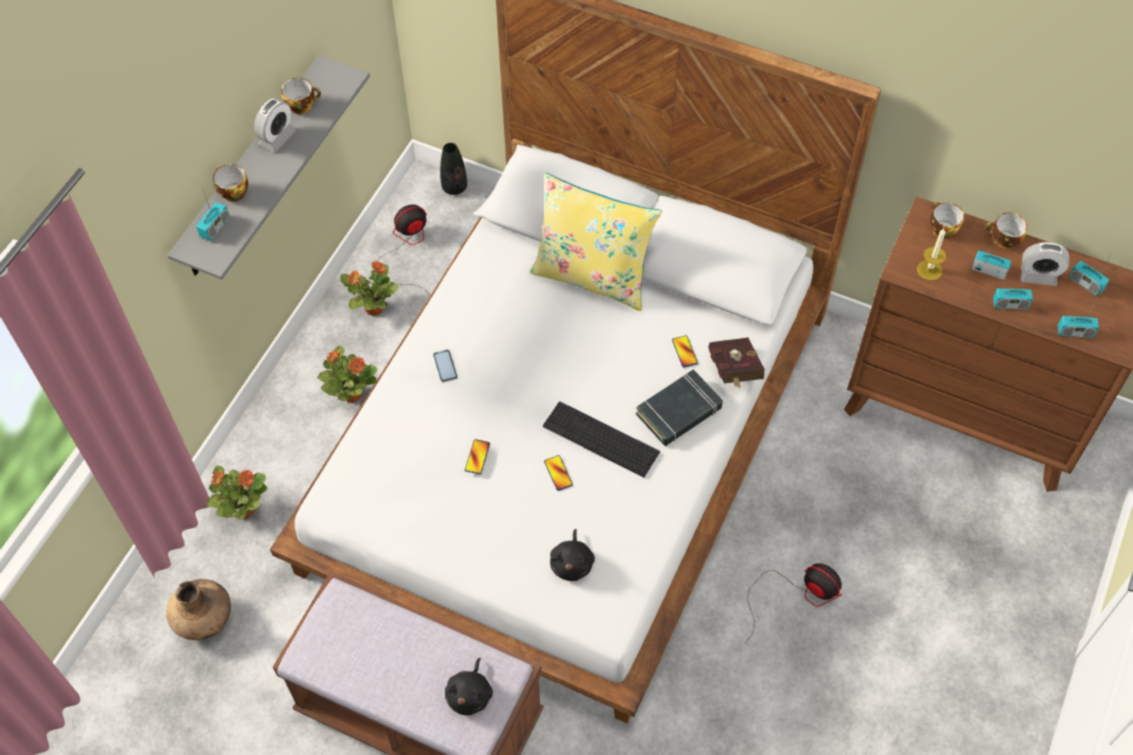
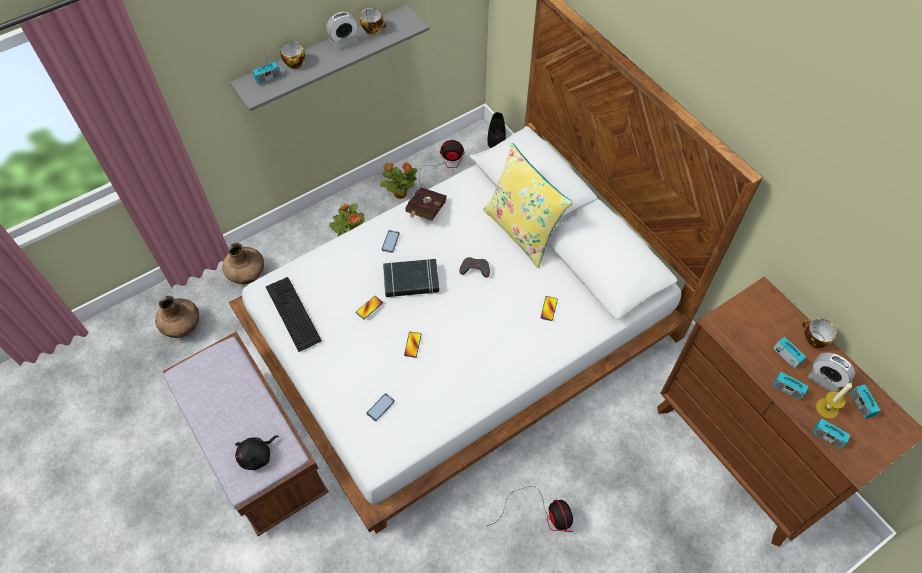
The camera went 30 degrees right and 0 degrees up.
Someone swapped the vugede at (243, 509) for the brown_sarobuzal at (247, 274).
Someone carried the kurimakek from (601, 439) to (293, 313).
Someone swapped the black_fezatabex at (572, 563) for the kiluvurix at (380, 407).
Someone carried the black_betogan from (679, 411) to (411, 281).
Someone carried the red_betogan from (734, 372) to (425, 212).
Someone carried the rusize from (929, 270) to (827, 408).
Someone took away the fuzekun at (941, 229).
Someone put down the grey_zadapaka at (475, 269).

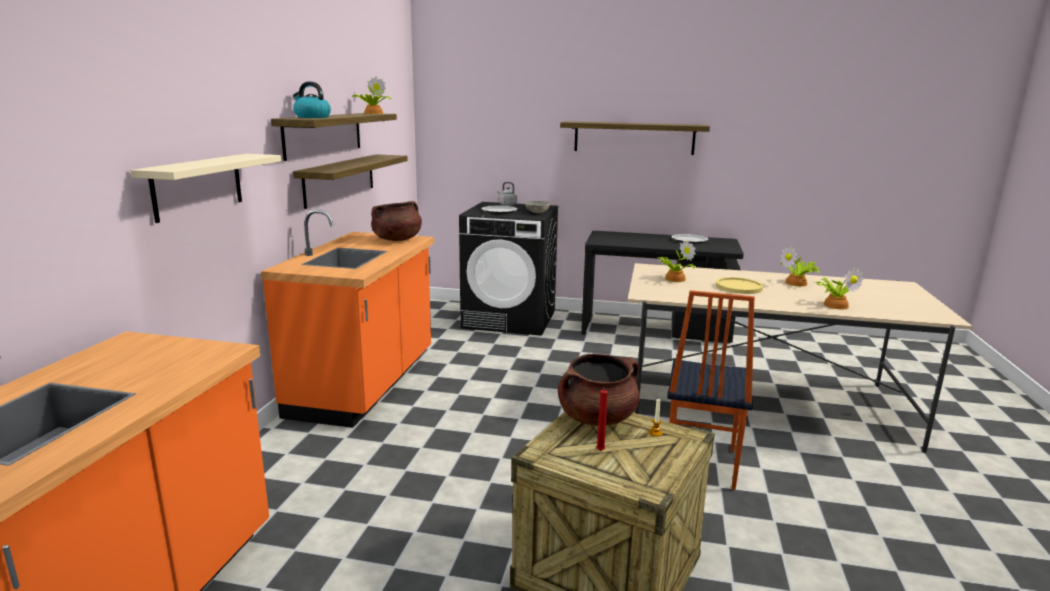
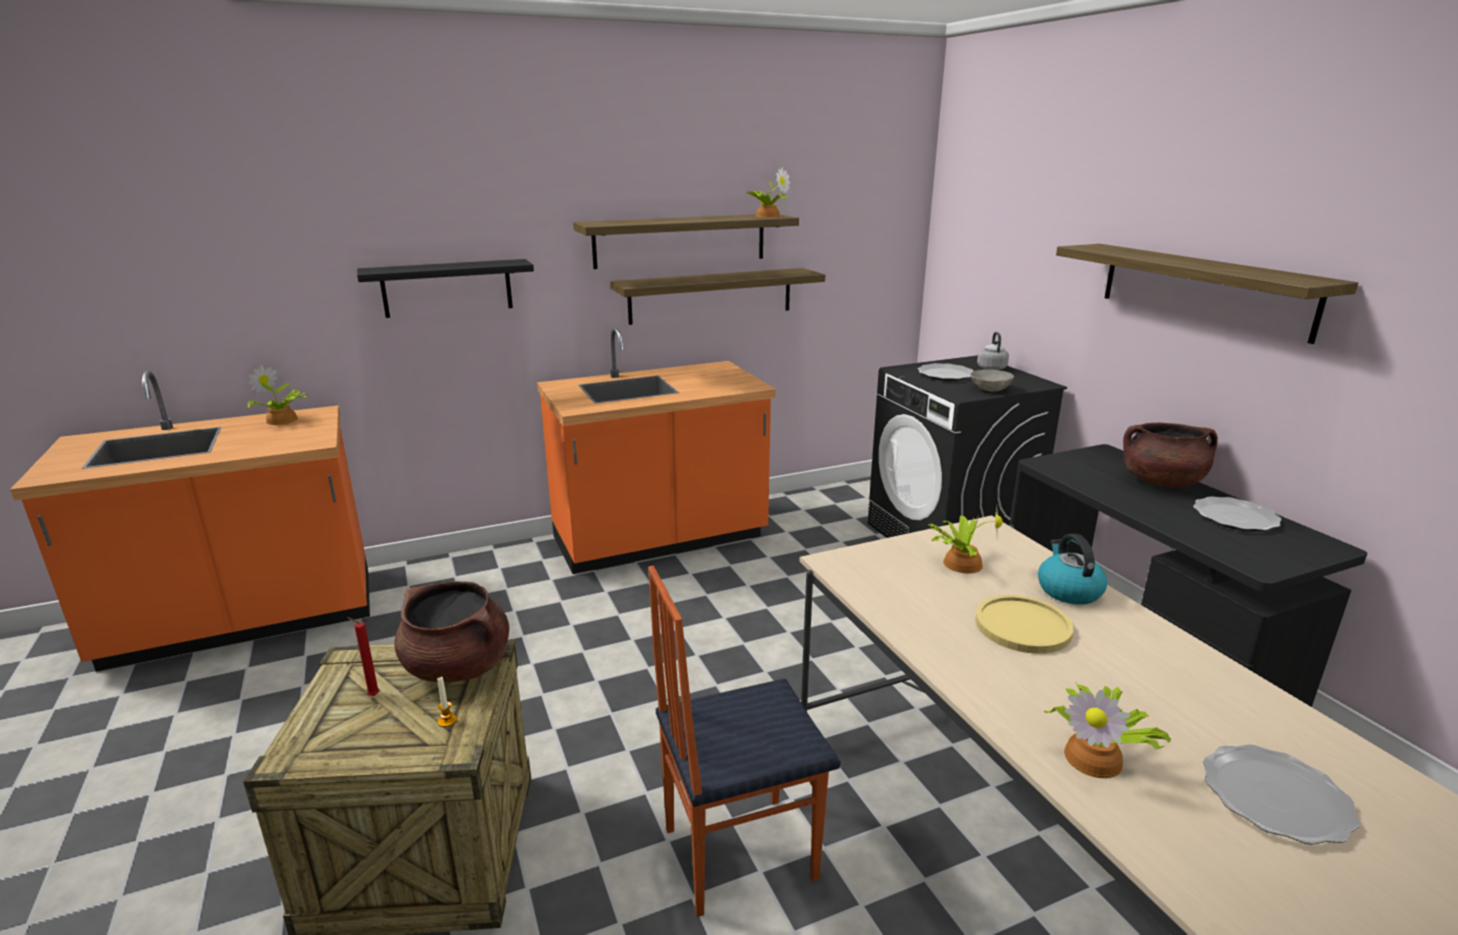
The camera went 55 degrees right and 5 degrees up.
Someone repainted the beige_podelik at (198, 186), which became the black_podelik at (447, 288).
Someone carried the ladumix from (312, 117) to (1068, 590).
Someone carried the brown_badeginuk from (397, 239) to (1161, 482).
Someone carried the vugede from (797, 283) to (281, 421).
Someone put down the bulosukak at (1274, 797).

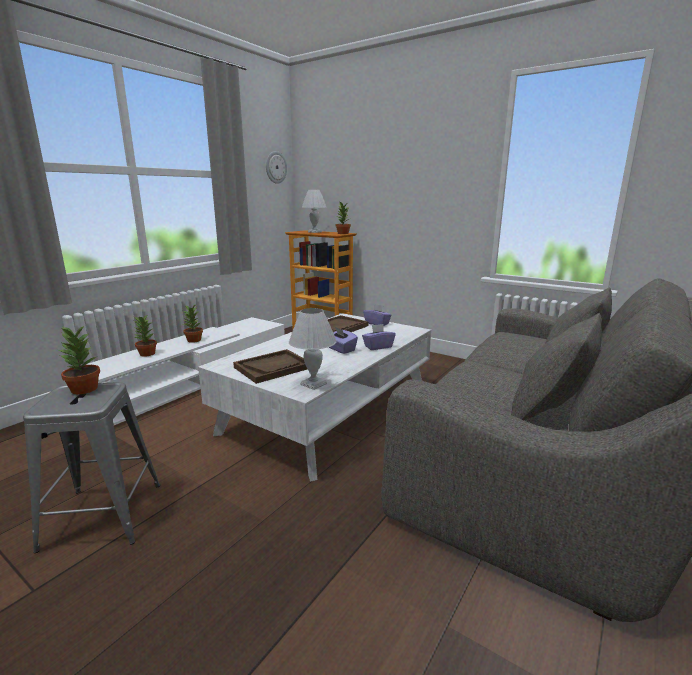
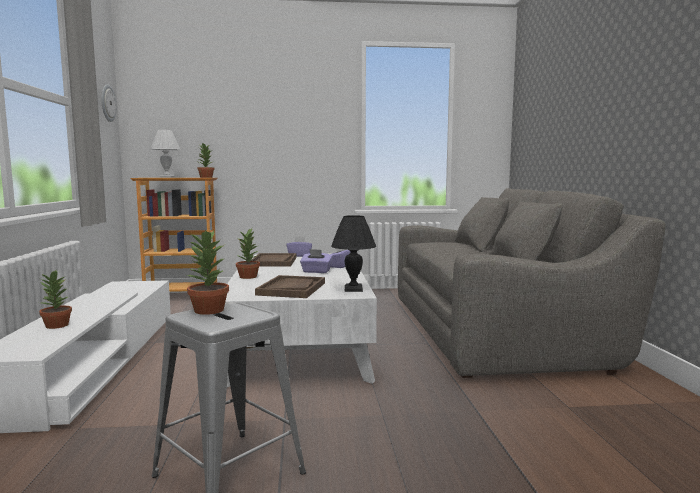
The camera went 40 degrees left and 10 degrees down.
Someone carried the vugede from (194, 340) to (248, 277).
Someone repainted the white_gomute at (314, 384), which became the black_gomute at (354, 289).

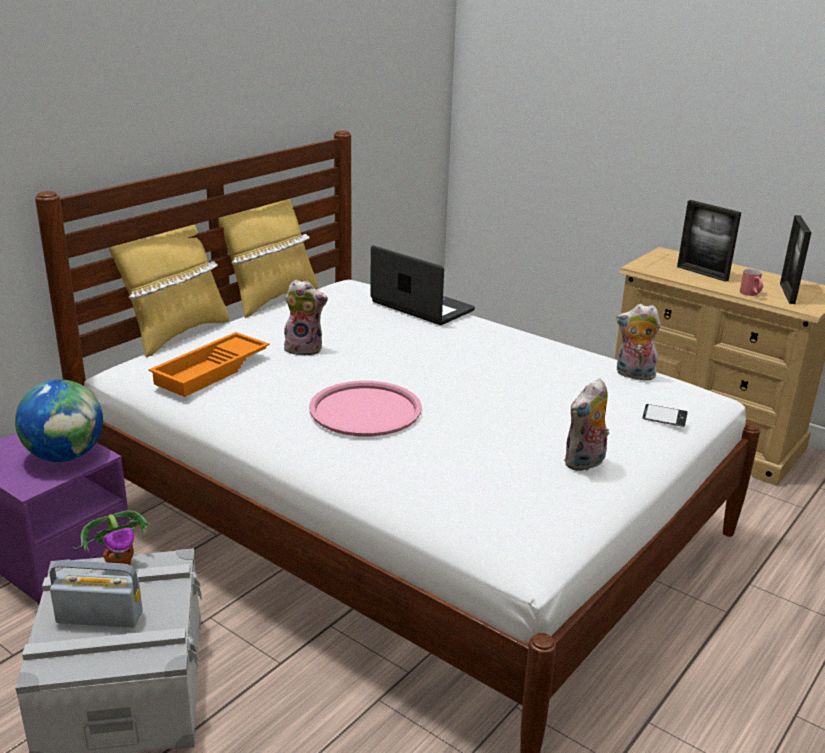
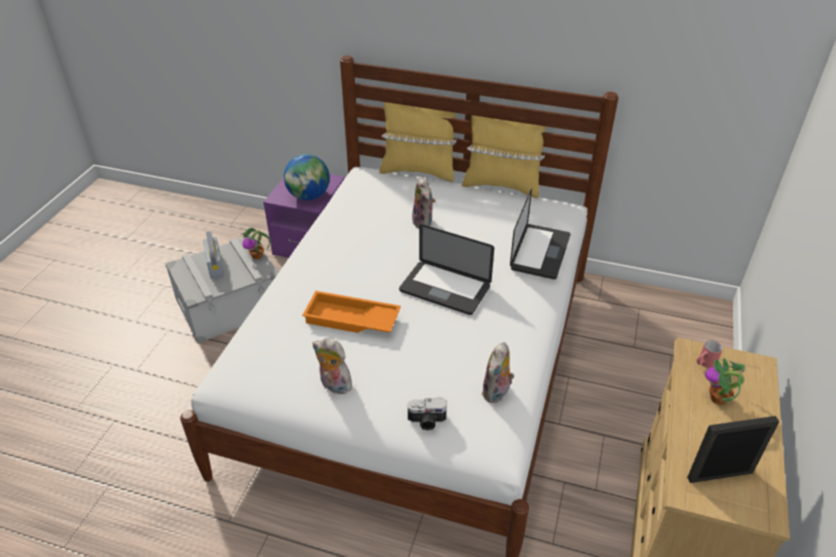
The camera went 70 degrees right and 15 degrees up.
Someone carried the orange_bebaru from (212, 371) to (351, 320).
Someone took away the pink_bebaru at (365, 410).
Someone rotated the fezatabex at (633, 375) by 150 degrees counterclockwise.
Someone swapped the kiluvurix at (664, 418) for the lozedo at (427, 421).
Someone swapped the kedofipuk at (702, 273) for the vugede at (718, 399).
Someone carried the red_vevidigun from (751, 294) to (704, 363).
Someone put down the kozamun at (444, 289).

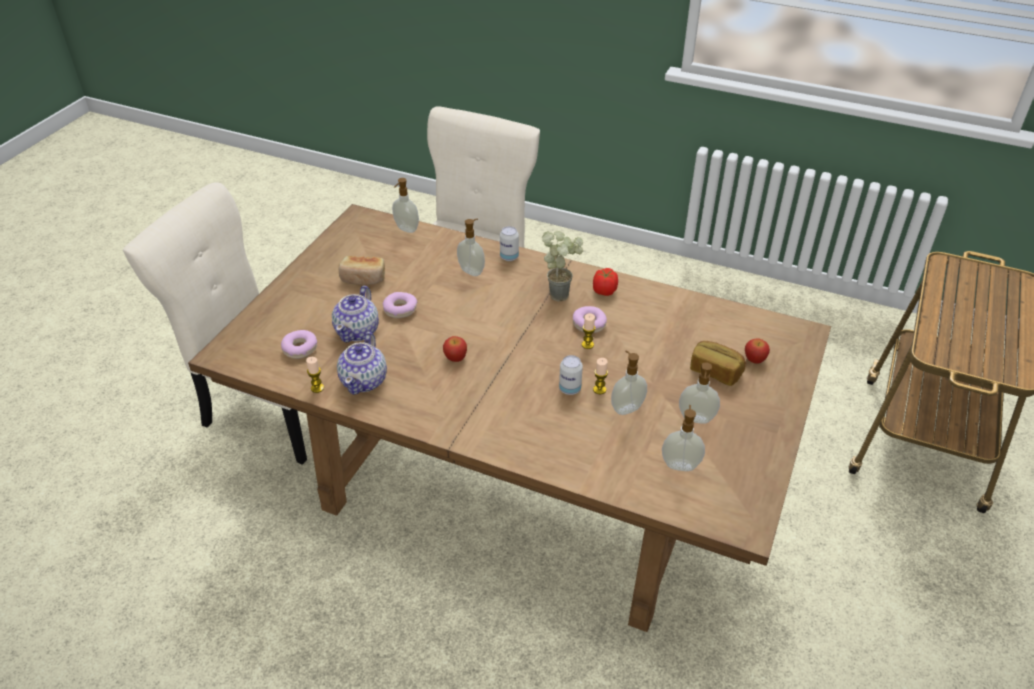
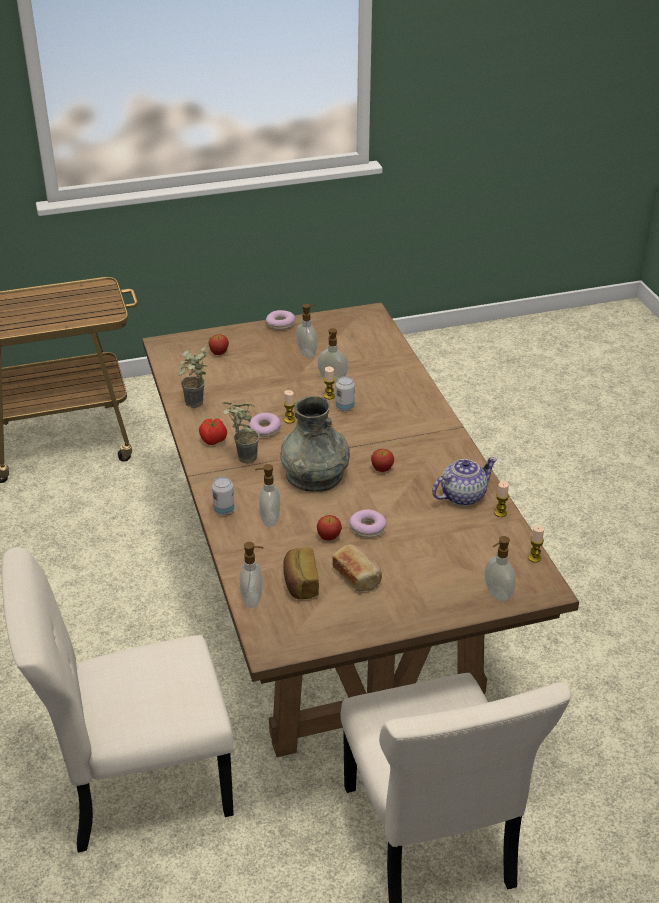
The camera went 130 degrees left and 5 degrees down.
Someone carried the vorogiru from (300, 348) to (280, 324).
Someone took away the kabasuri at (358, 331).
Someone carried the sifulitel from (680, 464) to (497, 594).
Someone carried the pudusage from (715, 371) to (300, 583).
Someone put down the vugede at (194, 406).
Someone put down the grey_sarobuzal at (315, 474).
Someone put down the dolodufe at (329, 537).
Someone put down the rusize at (534, 558).

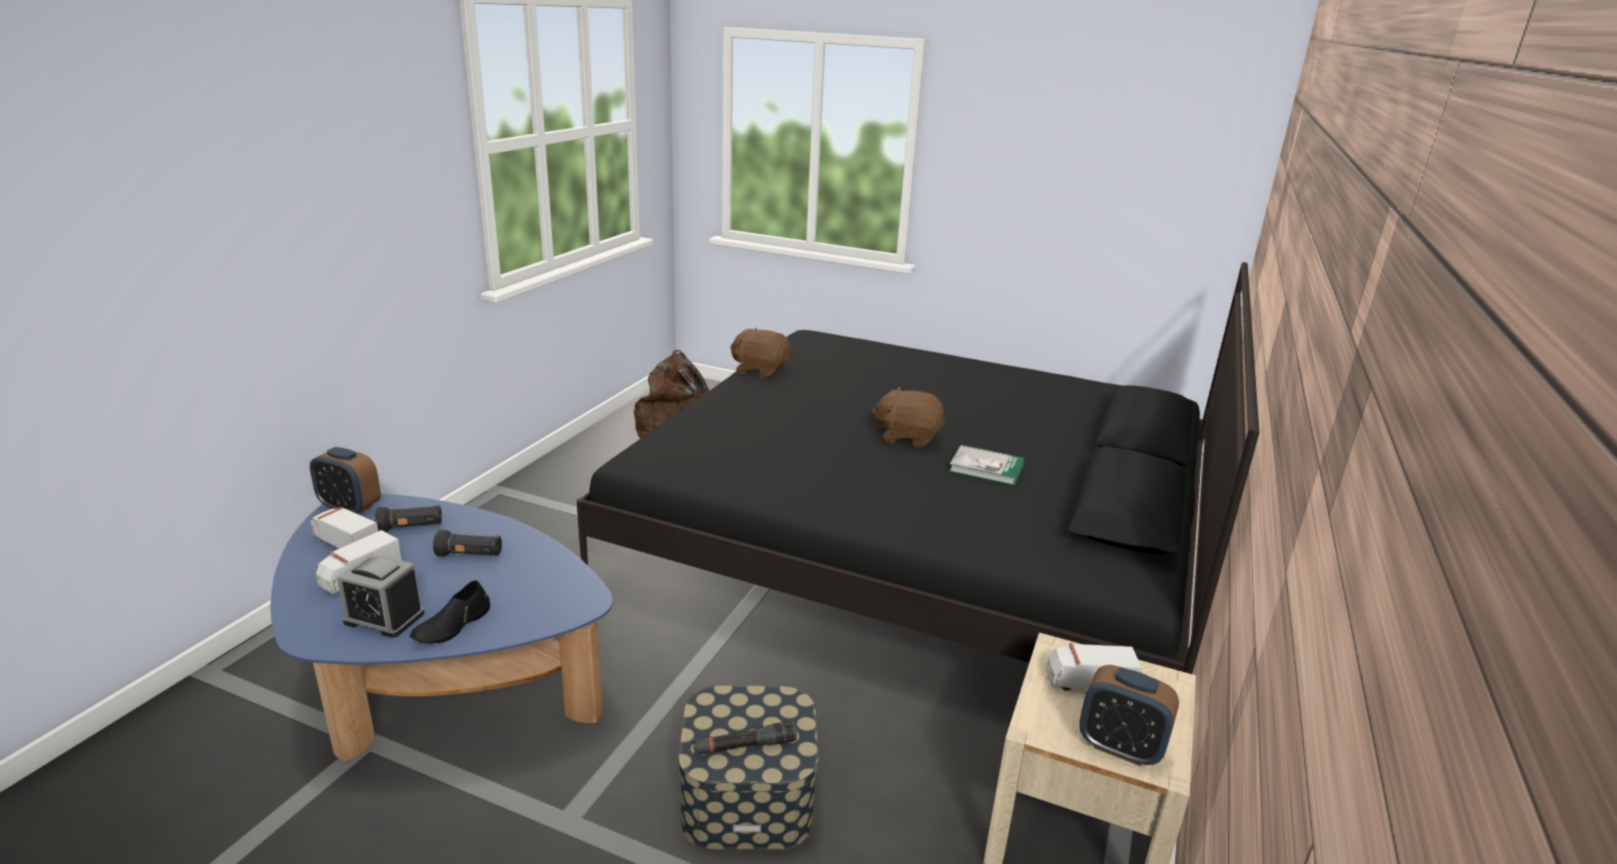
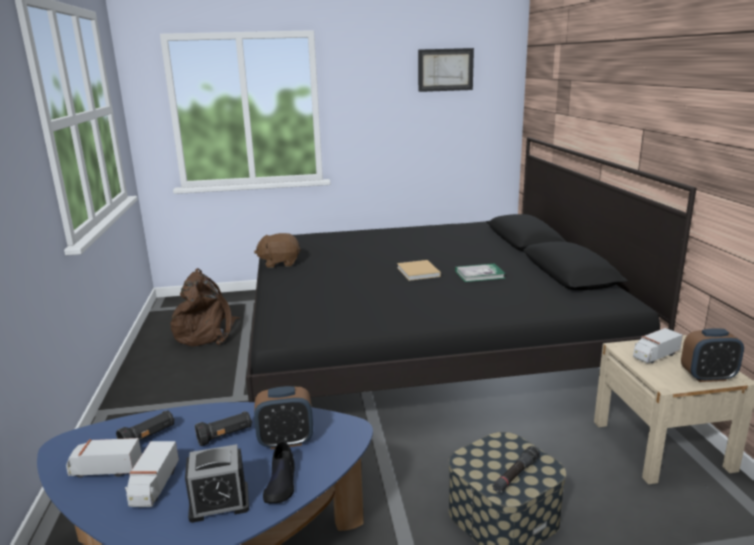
The camera went 30 degrees left and 5 degrees down.
Someone carried the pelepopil from (350, 507) to (286, 441).
Someone swapped the brown_fezatabex at (908, 437) for the beige_betogan at (418, 272).
Someone put up the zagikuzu at (445, 70).

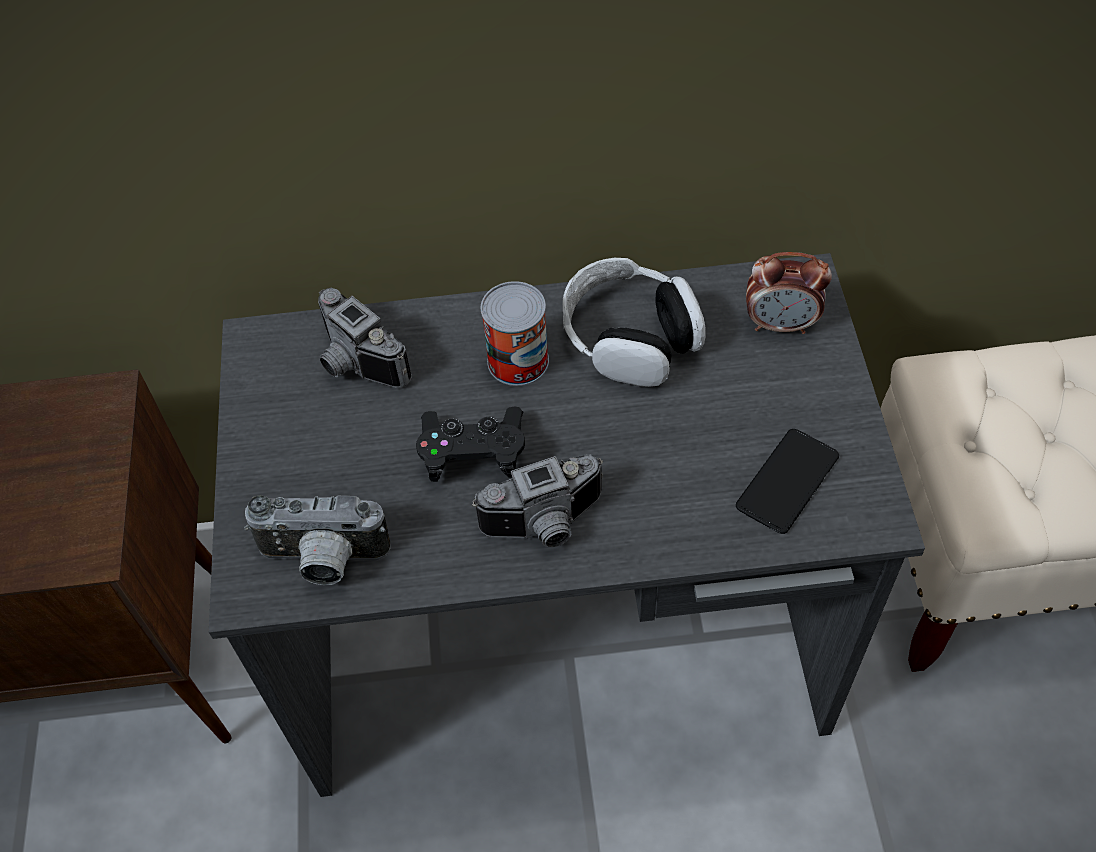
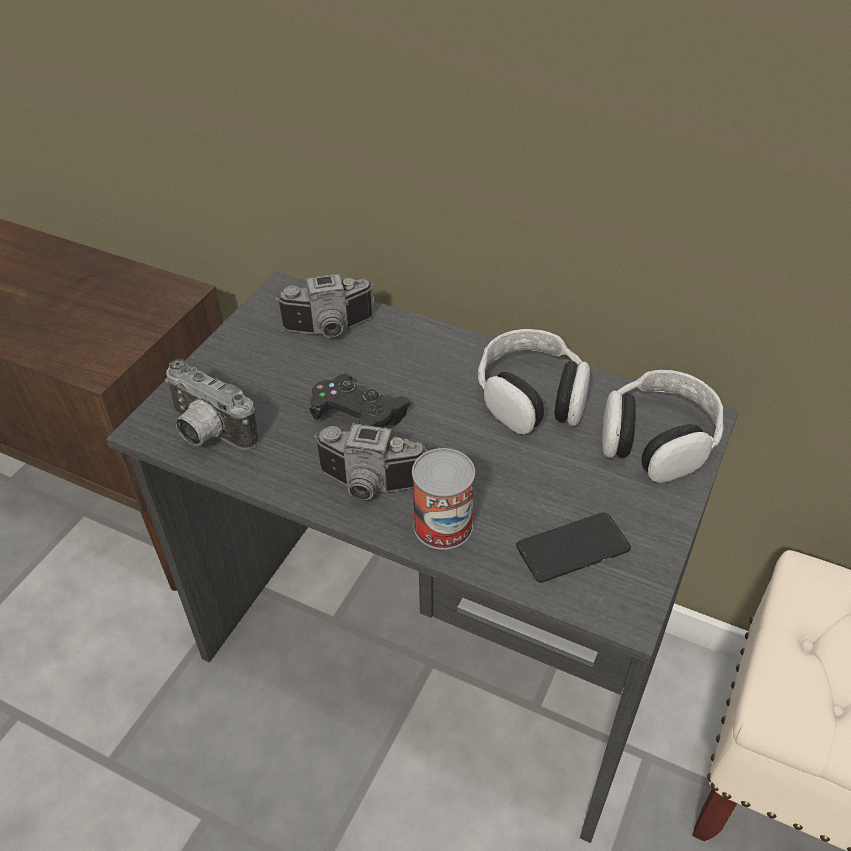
The camera went 30 degrees right and 10 degrees down.
Someone rotated the lozedo at (355, 364) by 90 degrees counterclockwise.
Someone carried the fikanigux from (518, 361) to (443, 525).
Someone swapped the pelepopil at (781, 324) for the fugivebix at (657, 440).

